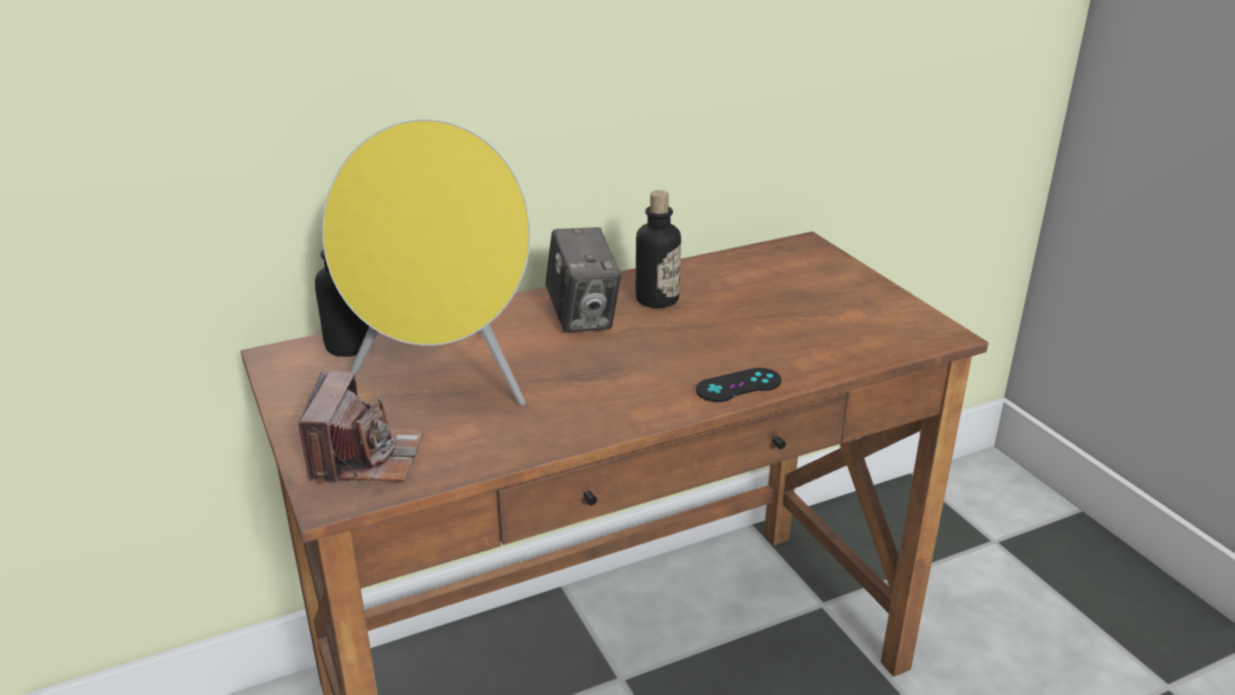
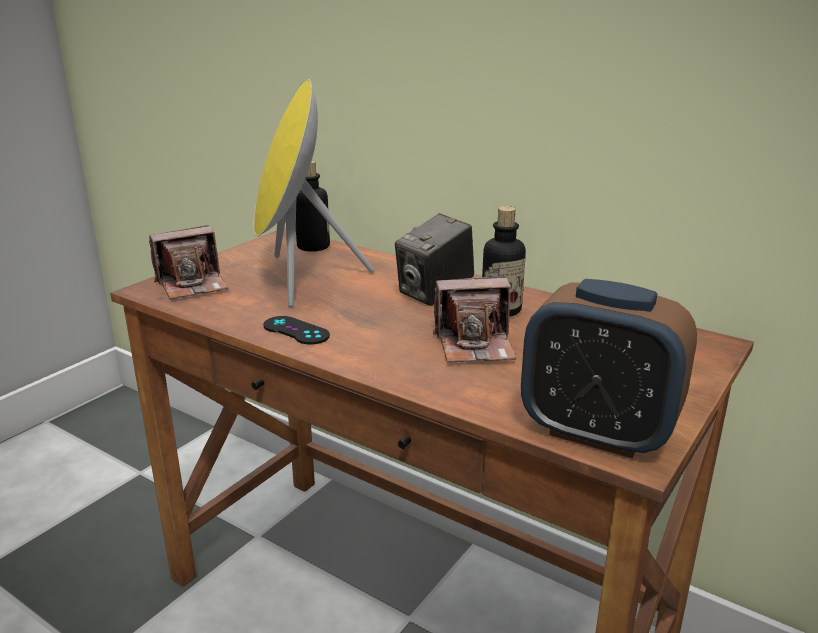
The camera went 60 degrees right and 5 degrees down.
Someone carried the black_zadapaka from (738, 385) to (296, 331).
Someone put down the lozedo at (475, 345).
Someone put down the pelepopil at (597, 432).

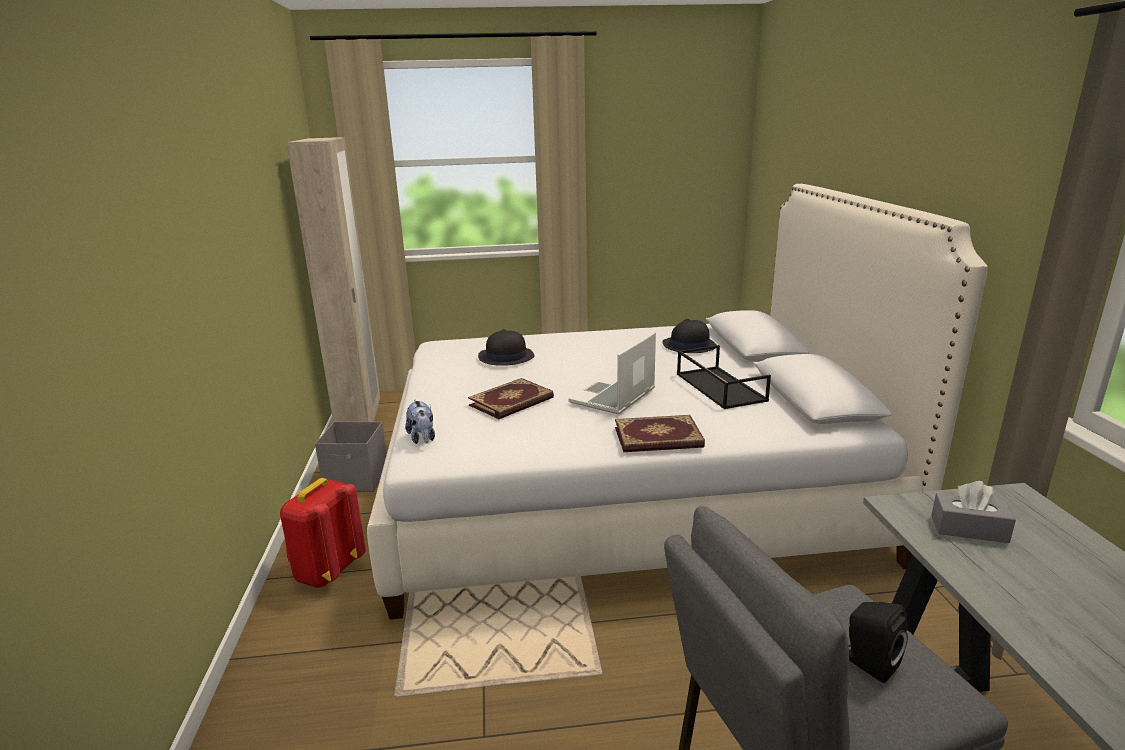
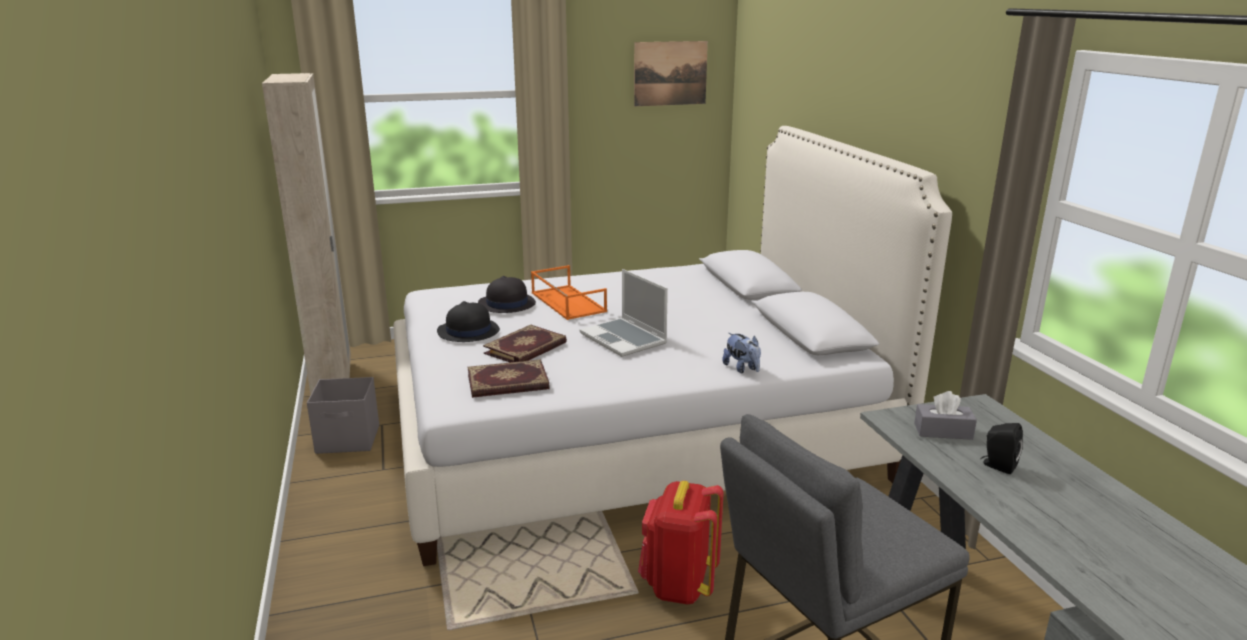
The camera went 10 degrees left and 0 degrees up.
Someone carried the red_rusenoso from (327, 571) to (678, 585).
Someone carried the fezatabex from (422, 438) to (742, 369).
Someone rotated the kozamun at (613, 397) by 60 degrees counterclockwise.
Someone carried the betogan from (658, 438) to (508, 383).
Someone carried the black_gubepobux from (689, 345) to (468, 331).
Someone took away the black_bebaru at (718, 387).
Someone carried the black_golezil from (868, 663) to (997, 466).
Someone put down the orange_bebaru at (567, 302).
Someone put up the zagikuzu at (670, 73).

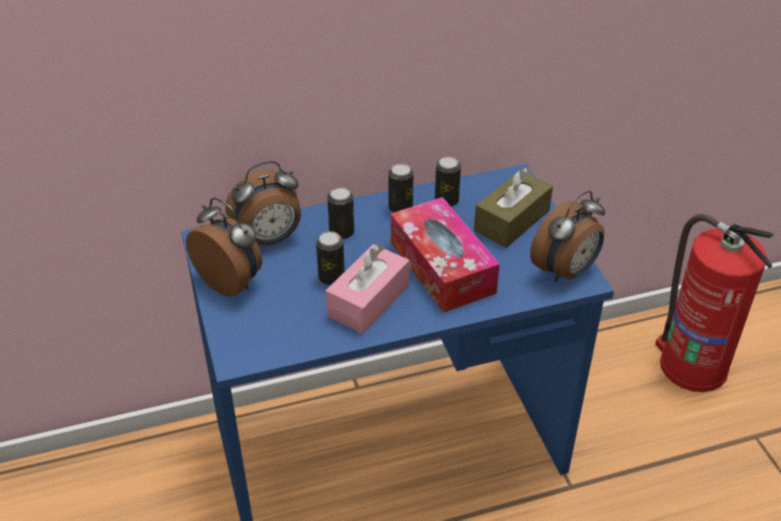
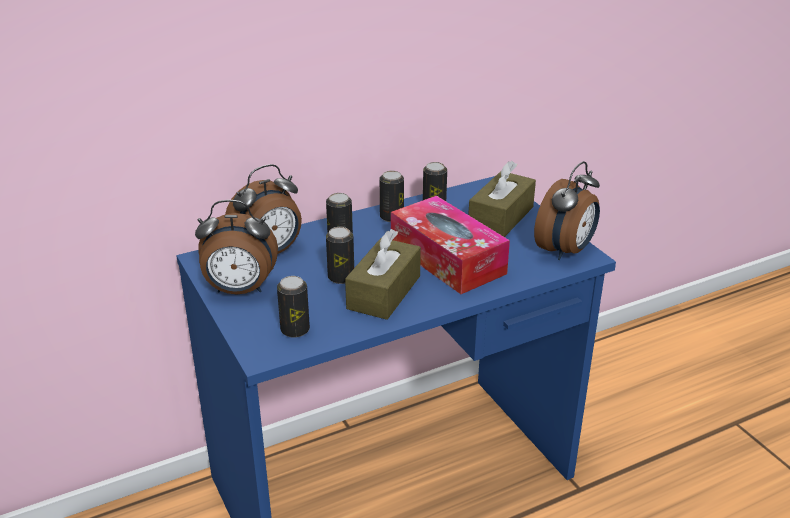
The camera went 10 degrees left and 10 degrees down.
Someone rotated the pelepopil at (231, 281) by 150 degrees clockwise.
Someone repainted the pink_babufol at (368, 301), which became the brown_babufol at (384, 292).
Someone took away the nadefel at (691, 365).
Someone put down the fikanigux at (295, 330).

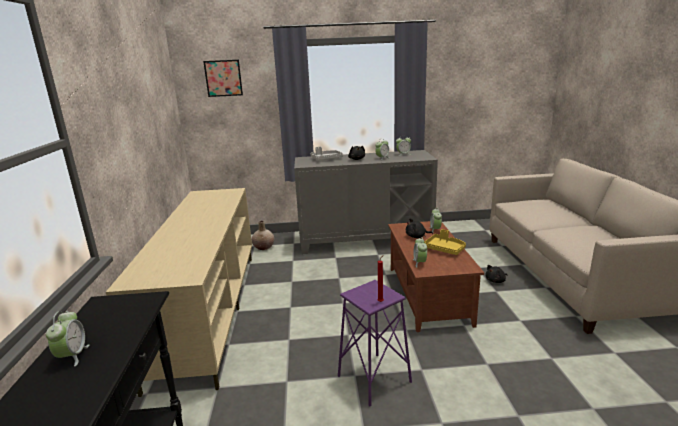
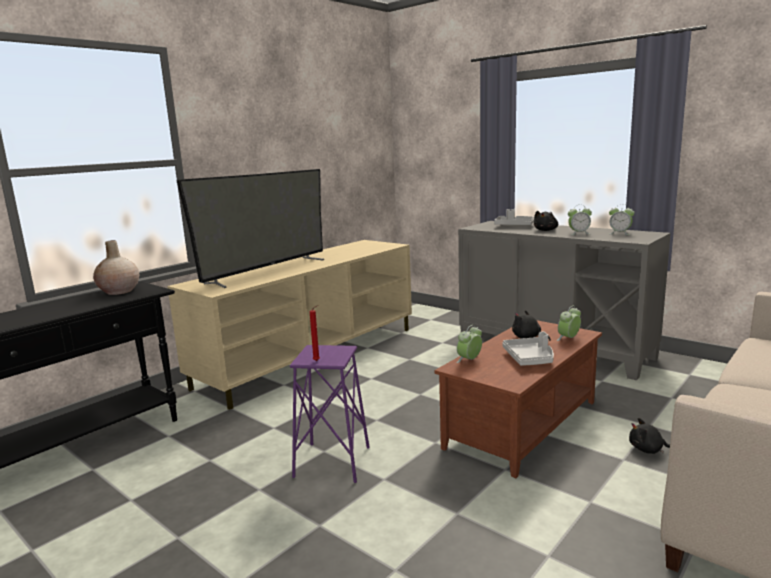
The camera went 45 degrees right and 5 degrees down.
Someone took away the pelepopil at (72, 356).
Someone took away the zagikuzu at (223, 78).
Someone carried the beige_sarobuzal from (264, 247) to (119, 291).
Someone repainted the yellow_bebaru at (444, 249), which became the grey_bebaru at (530, 358).
Someone put down the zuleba at (267, 271).

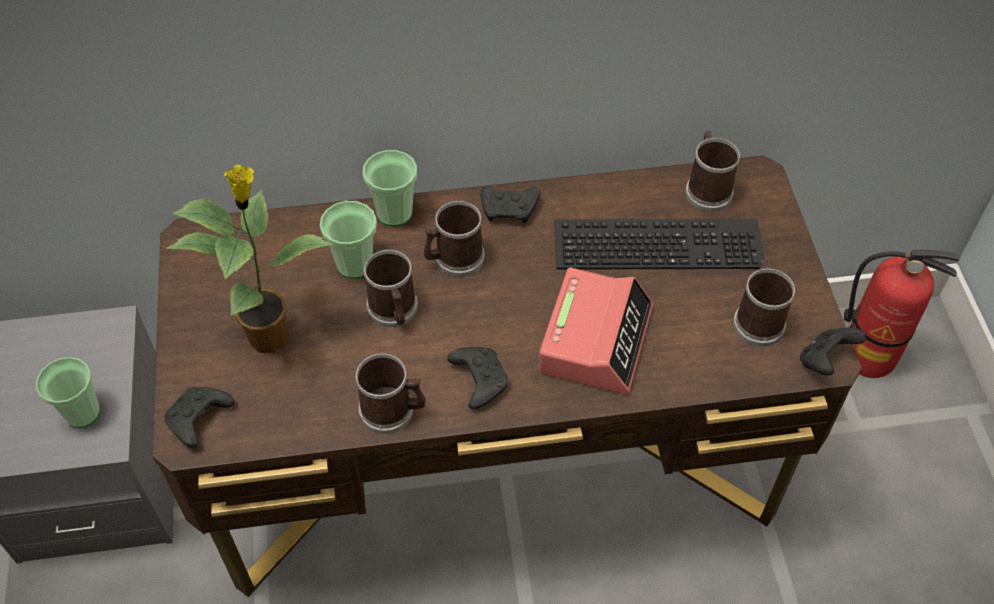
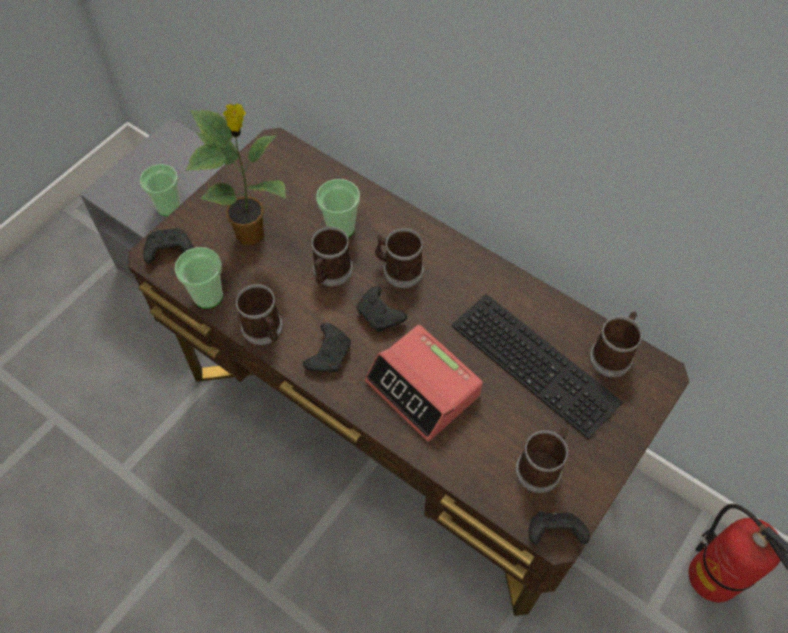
The camera went 45 degrees right and 5 degrees up.
Someone carried the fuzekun from (394, 213) to (208, 296).
Someone carried the black_zadapaka from (510, 209) to (380, 315).
Someone rotated the pelepopil at (595, 339) by 75 degrees clockwise.

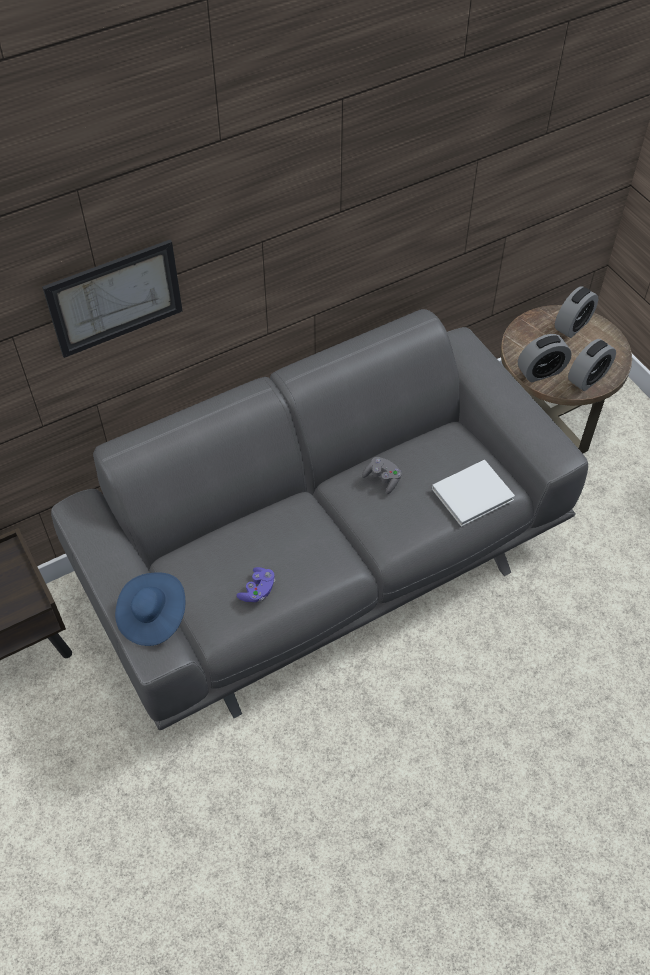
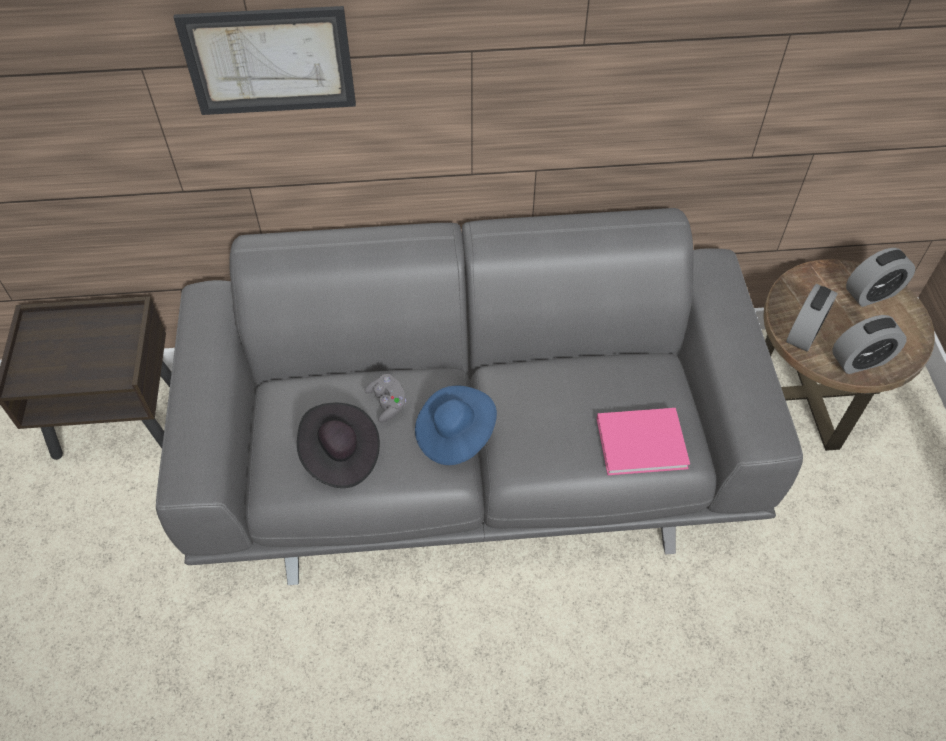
The camera went 25 degrees right and 0 degrees up.
Someone carried the blue_gubepobux from (152, 617) to (454, 435).
Someone swapped the purple_zadapaka at (258, 590) for the black_gubepobux at (340, 455).
Someone carried the grey_zadapaka from (382, 479) to (387, 403).
Someone repainted the white_betogan at (474, 493), which became the pink_betogan at (644, 443).
Someone rotated the pelepopil at (541, 372) by 60 degrees counterclockwise.

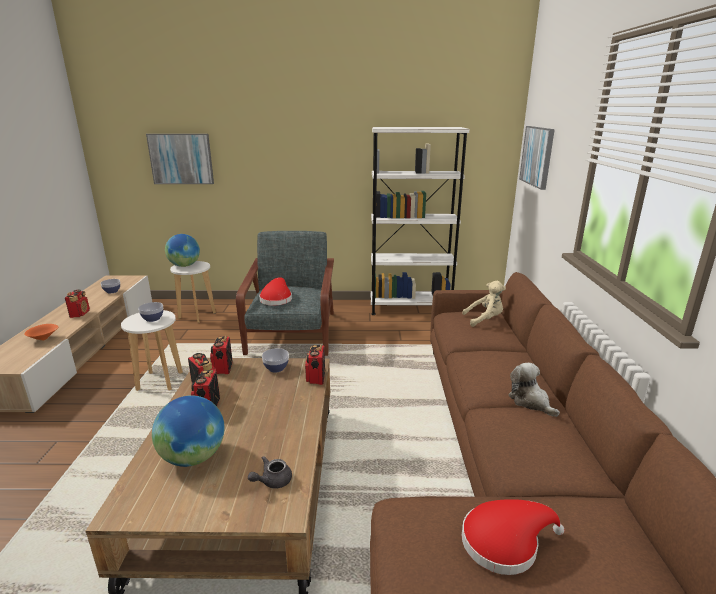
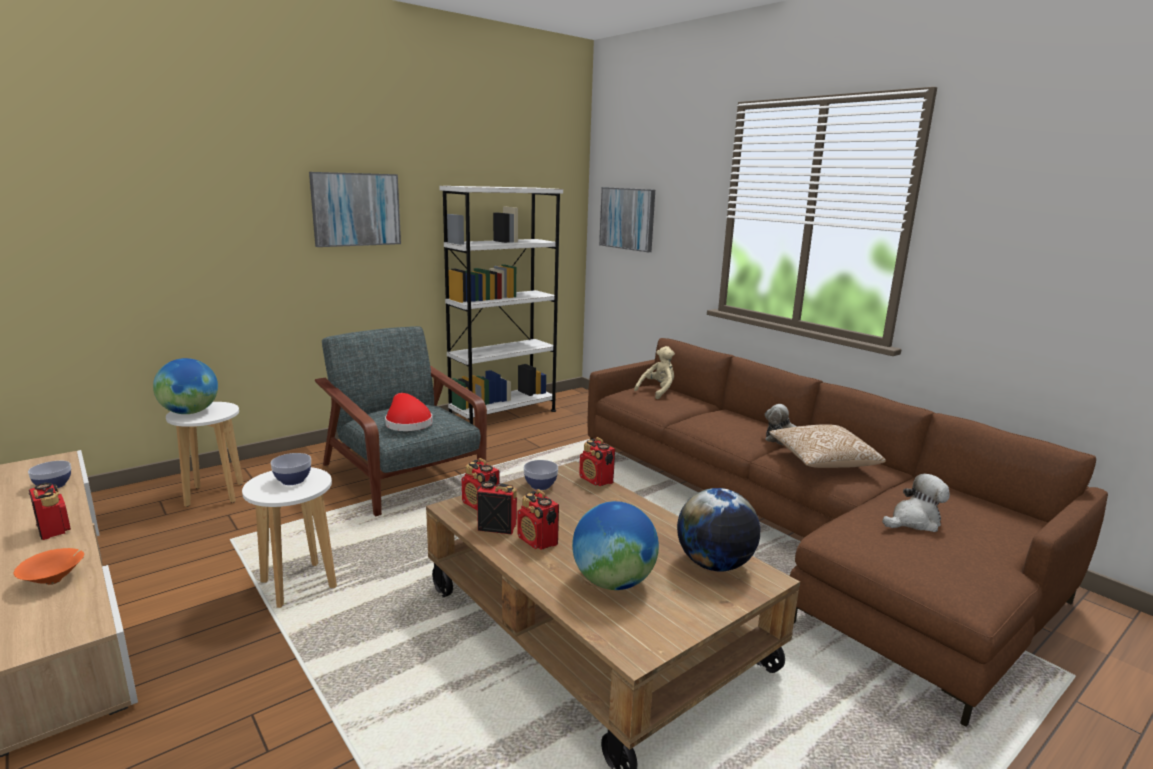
The camera went 40 degrees left and 5 degrees down.
Someone carried the zagikuzu from (181, 159) to (356, 209).
Someone swapped the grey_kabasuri at (272, 481) for the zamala at (714, 565).
Someone swapped the red_gubepobux at (504, 542) for the fezatabex at (914, 521).
Someone put down the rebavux at (822, 461).

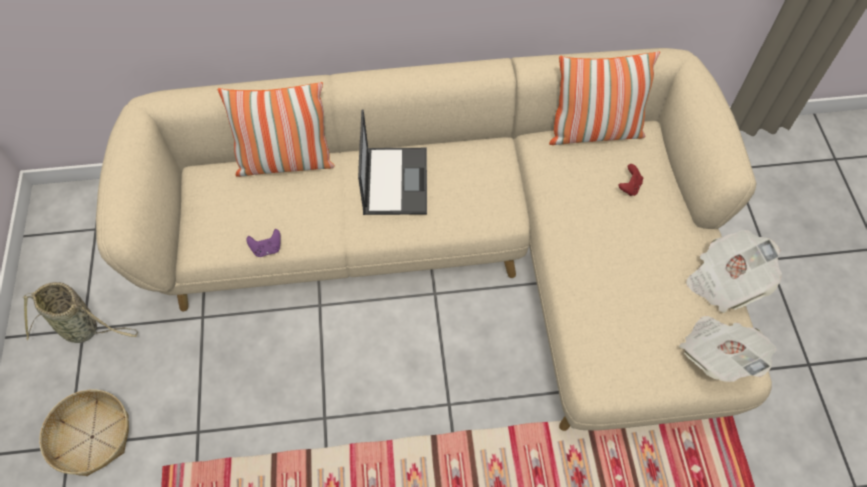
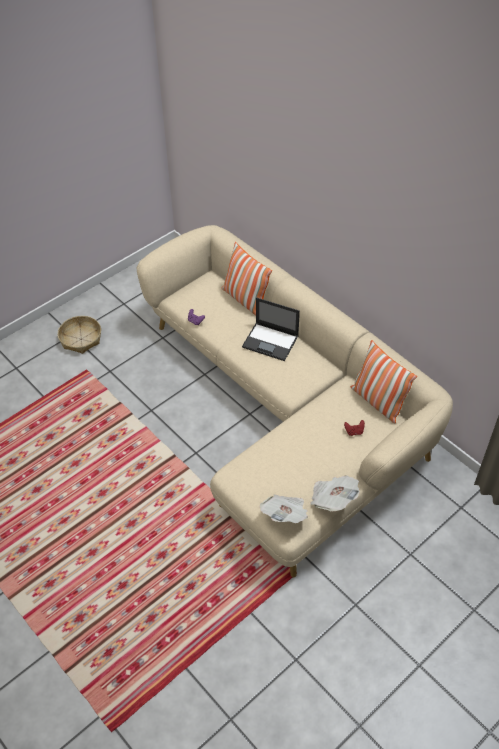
The camera went 55 degrees right and 10 degrees down.
Someone took away the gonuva at (83, 328).
Someone rotated the kozamun at (395, 180) by 60 degrees clockwise.

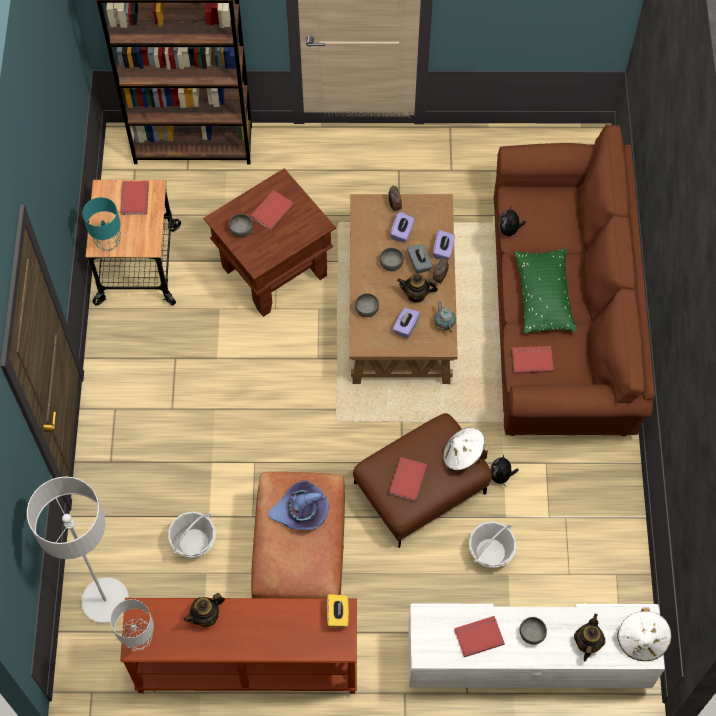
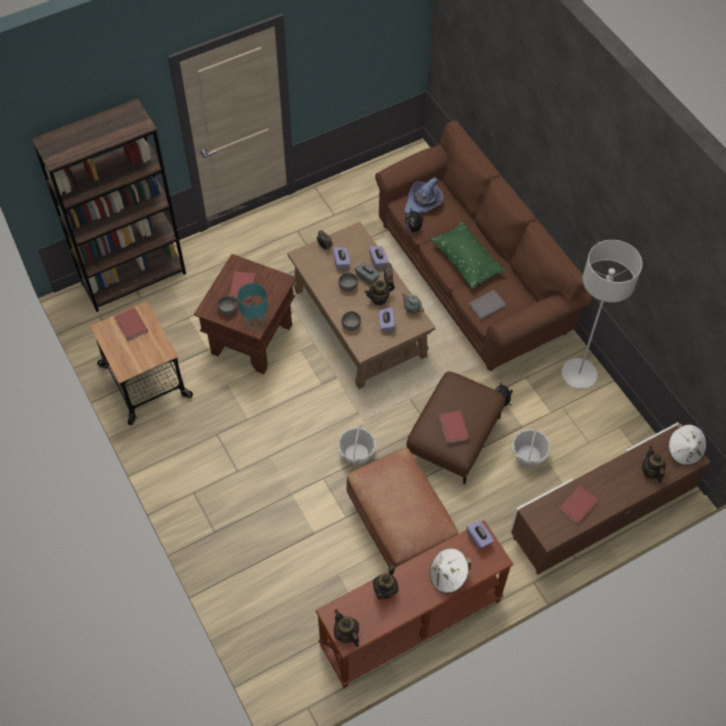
The camera went 30 degrees left and 5 degrees down.
Someone carried the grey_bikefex from (105, 601) to (579, 374).
Someone carried the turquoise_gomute from (109, 243) to (256, 323).
Someone swapped the grey_gomute at (138, 639) for the kabasuri at (346, 634).
Someone carried the gonuva from (194, 542) to (356, 454).
Someone carried the purple_gubepobux from (301, 511) to (423, 202).
Someone repainted the yellow_babufol at (338, 615), which became the purple_babufol at (479, 538).
Someone repainted the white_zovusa at (526, 661), which became the brown_zovusa at (600, 515).
Someone carried the white_gubepobux from (463, 455) to (448, 576).
Someone repainted the red_betogan at (532, 359), which became the grey_betogan at (486, 305).
Someone took away the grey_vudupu at (532, 634).

